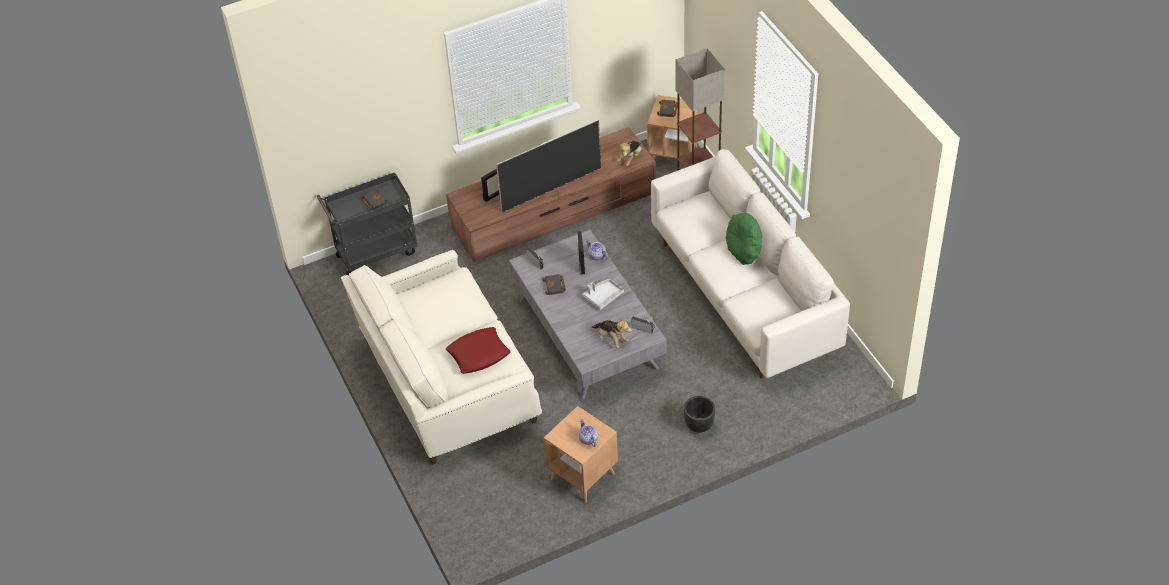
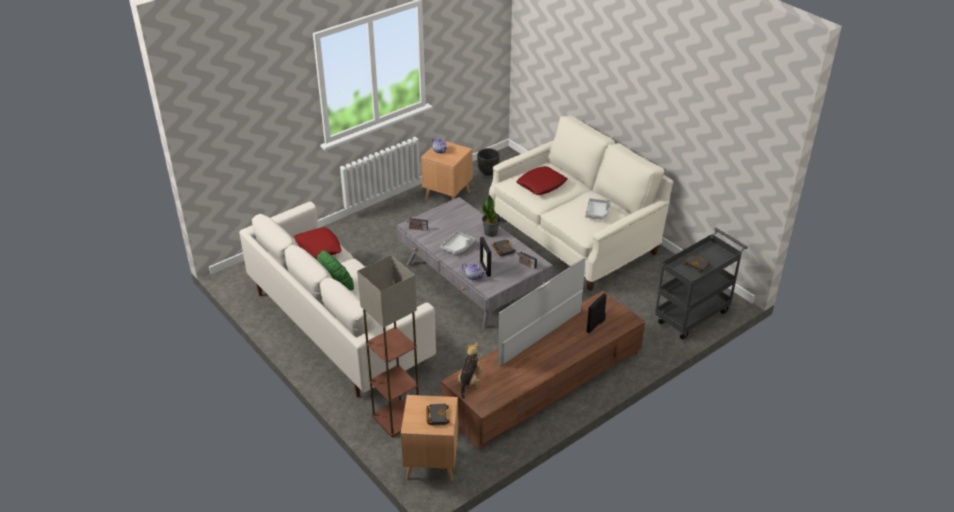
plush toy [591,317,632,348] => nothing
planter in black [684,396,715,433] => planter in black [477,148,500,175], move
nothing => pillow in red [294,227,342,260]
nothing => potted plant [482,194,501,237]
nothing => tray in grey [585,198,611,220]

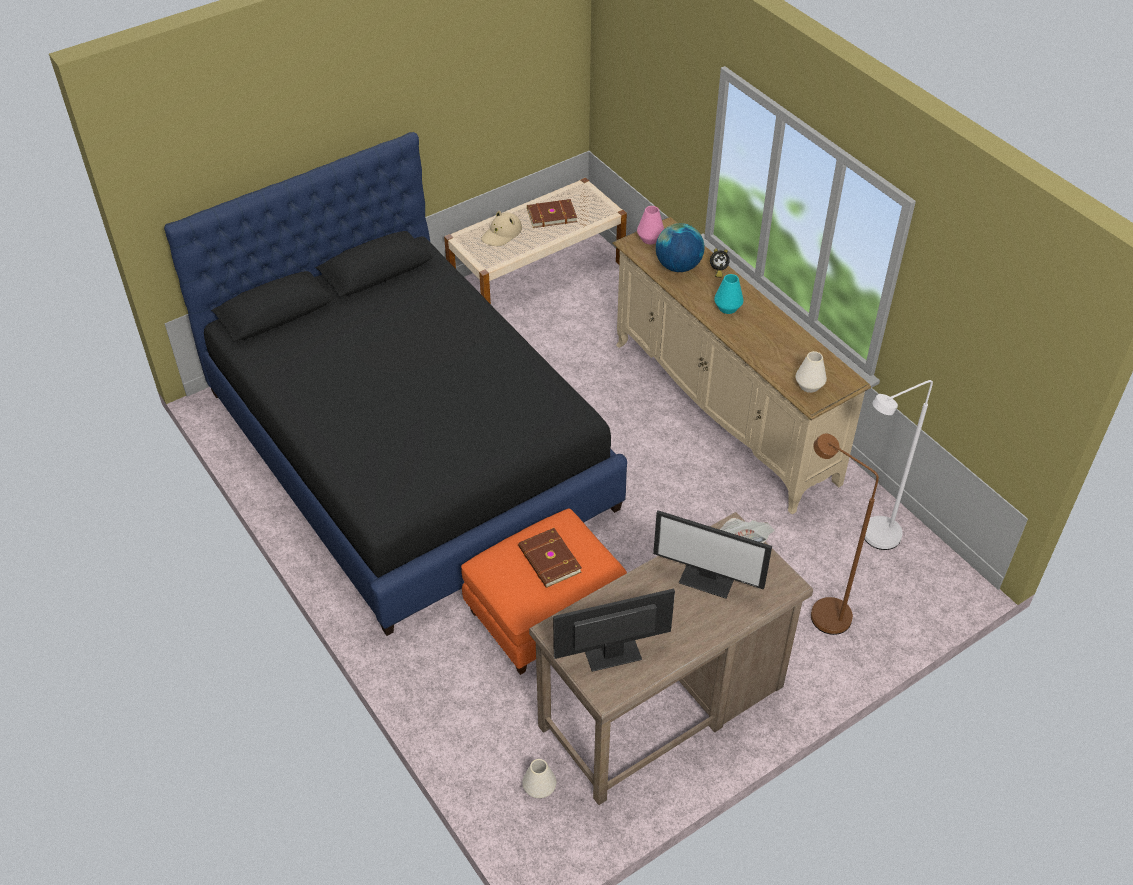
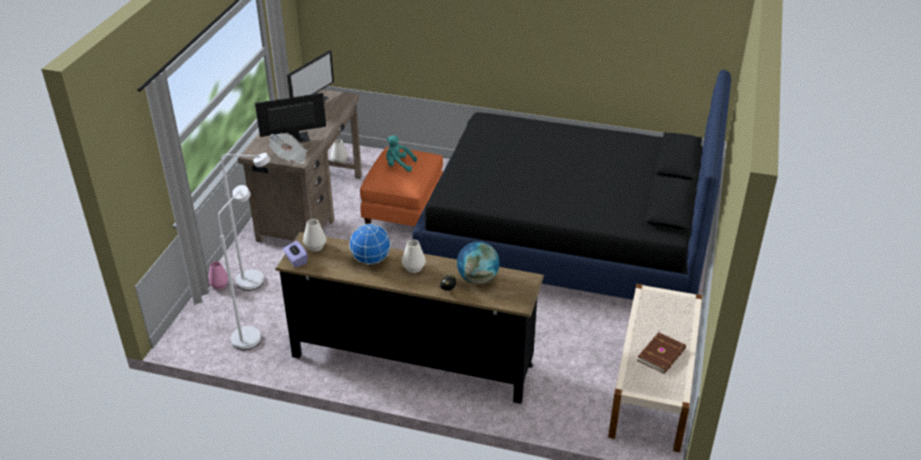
hat in beige [481,211,522,246] => nothing
book in brown [518,528,582,588] => plush toy in turquoise [386,135,417,172]
dresser in beige [612,217,871,514] => dresser in black [275,232,544,404]
vase in pink [637,206,664,244] => vase in pink [208,261,229,290], move
vase in turquoise [714,274,744,314] => vase in white [402,240,426,273]
floor lamp in brown [811,434,879,635] => floor lamp in white [221,153,270,291]
nothing => tissue box in purple [283,241,308,268]
nothing => globe [349,223,391,265]

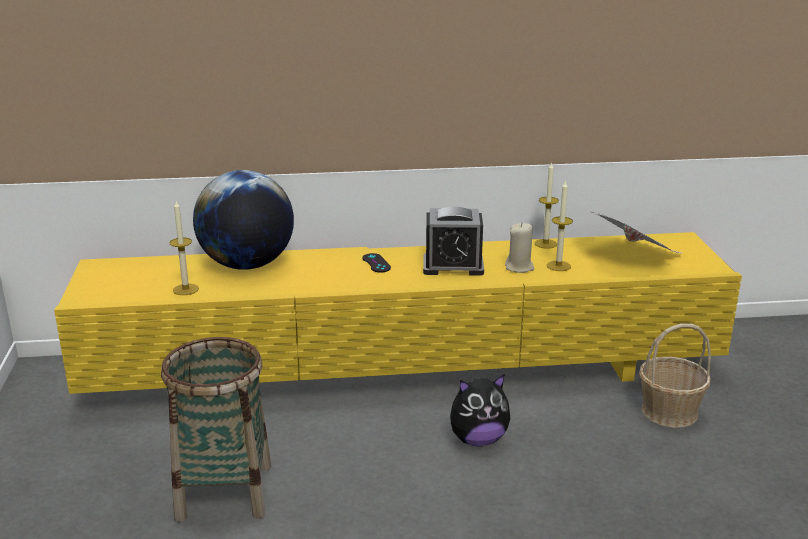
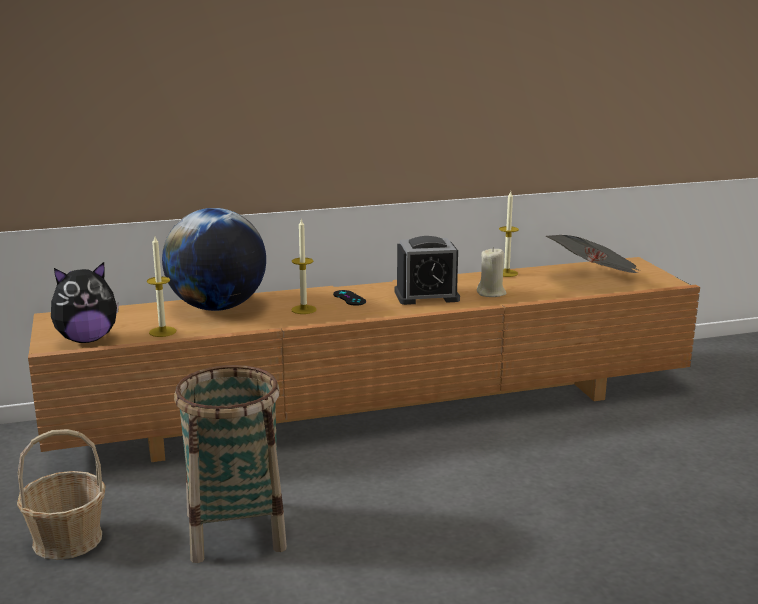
tv stand in yellow [54,232,742,394] => tv stand in brown [28,257,700,462]
plush toy [450,374,511,446] => plush toy [51,262,119,343], move
candle [547,180,573,271] => candle [291,219,317,314], move
basket [639,323,711,428] => basket [17,429,105,560], move

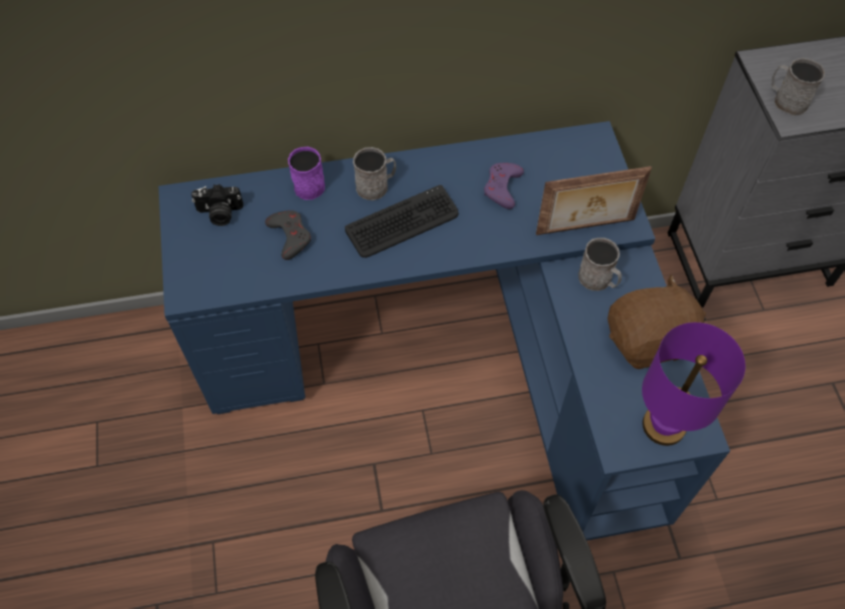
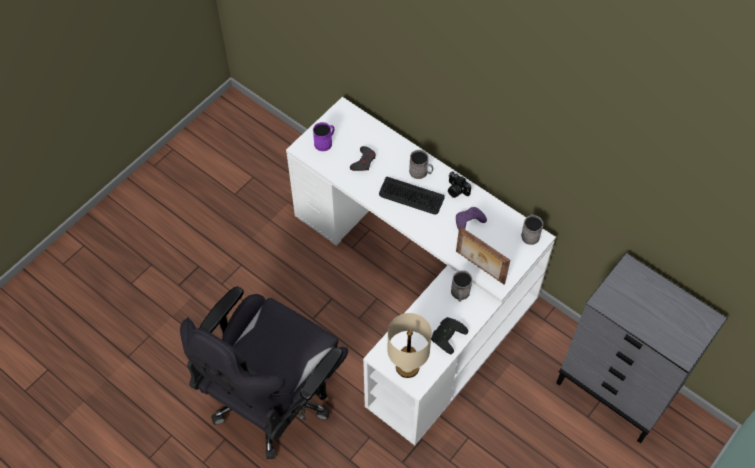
desk in blue [159,121,730,541] => desk in white [286,97,556,445]
photo camera [192,184,243,226] => photo camera [448,171,471,198], move
mug in purple [288,146,325,200] => mug in purple [313,122,334,151], move
plush toy in brown [607,274,706,369] => game controller in black [431,317,468,354]
table lamp in purple [642,322,745,446] => table lamp in beige [387,313,432,378]
mug in grey [771,58,825,116] => mug in grey [521,214,543,245], move

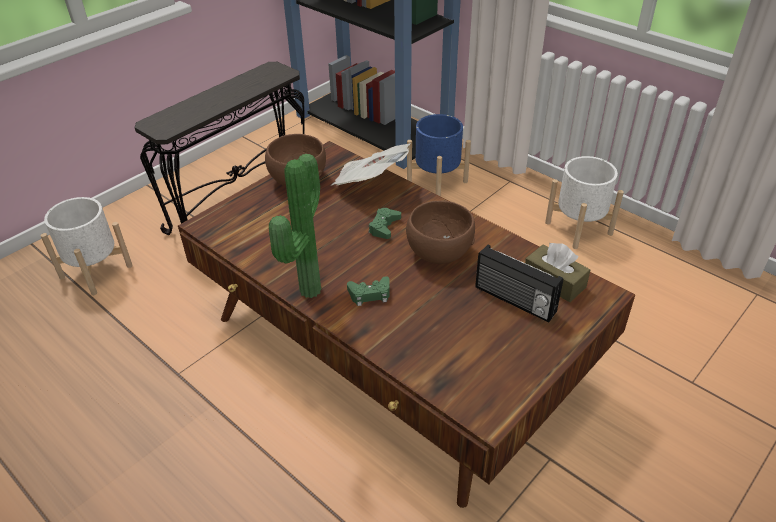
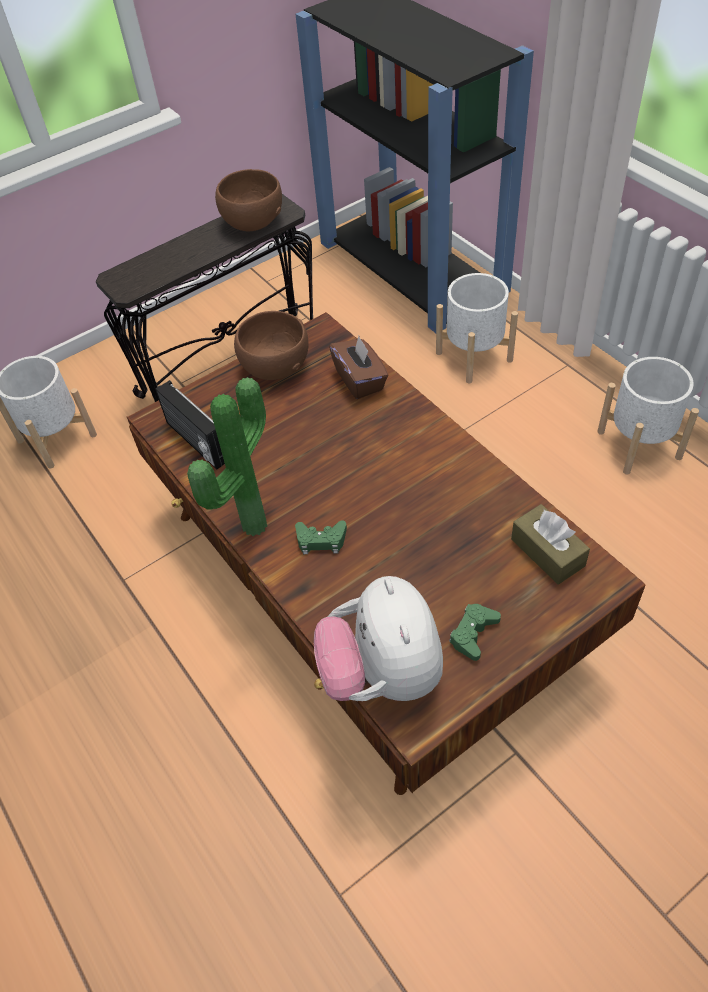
newspaper [330,143,410,186] => tissue box in brown [329,336,388,399]
game controller in green [368,208,401,239] => game controller in green [449,604,501,661], move
bowl in brown [406,201,475,264] => bowl in brown [215,169,282,231], move
planter in blue [407,114,471,197] => planter in white [436,273,518,383]
radio [475,245,563,322] => radio [155,380,225,469], move
nothing => plush toy [314,576,443,701]

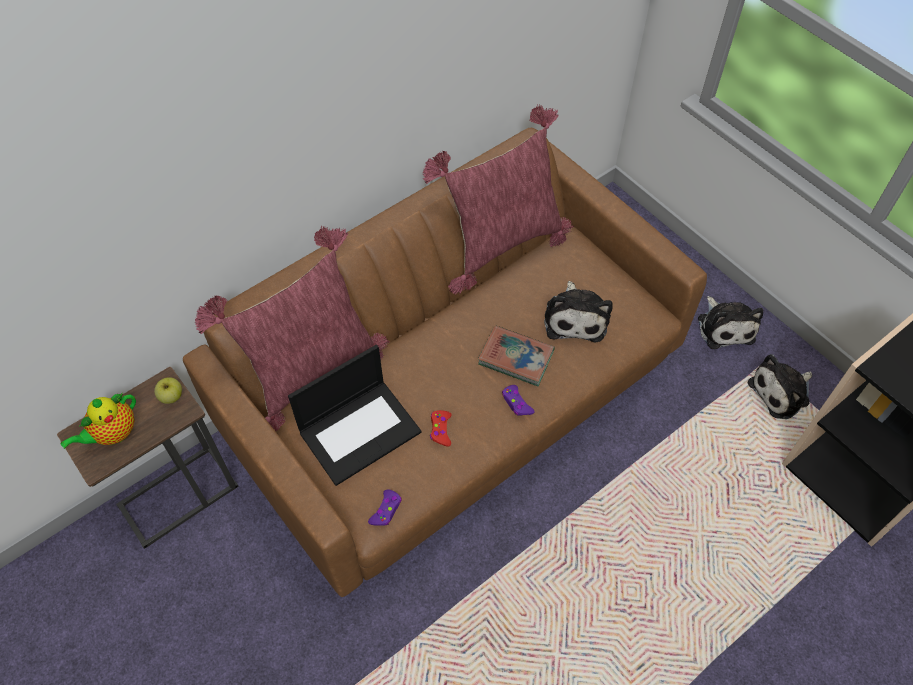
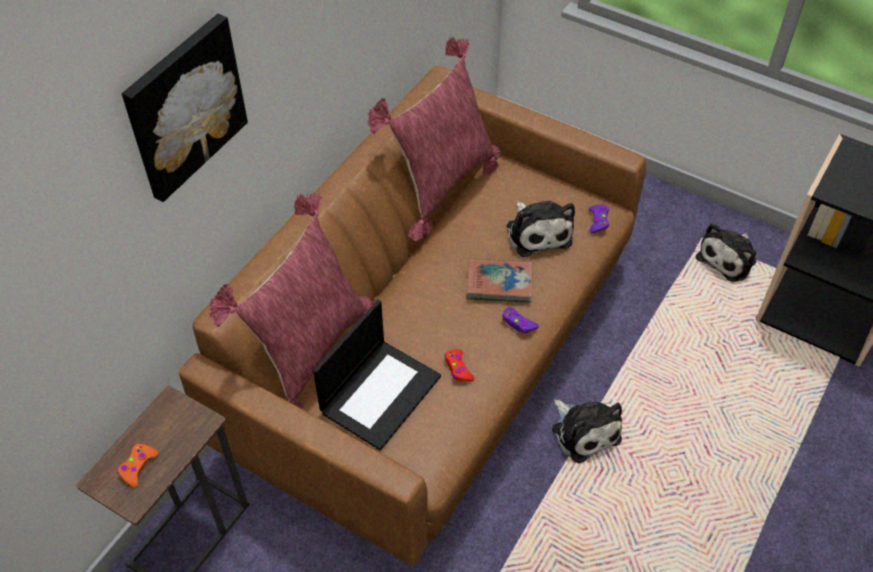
teapot [60,392,136,449] => game controller in orange [117,444,159,487]
apple [154,377,182,404] => nothing
game controller in purple [368,489,402,526] => game controller in purple [589,205,609,233], move
plush toy [698,296,763,349] => plush toy [552,400,622,463], move
nothing => picture [122,14,248,202]

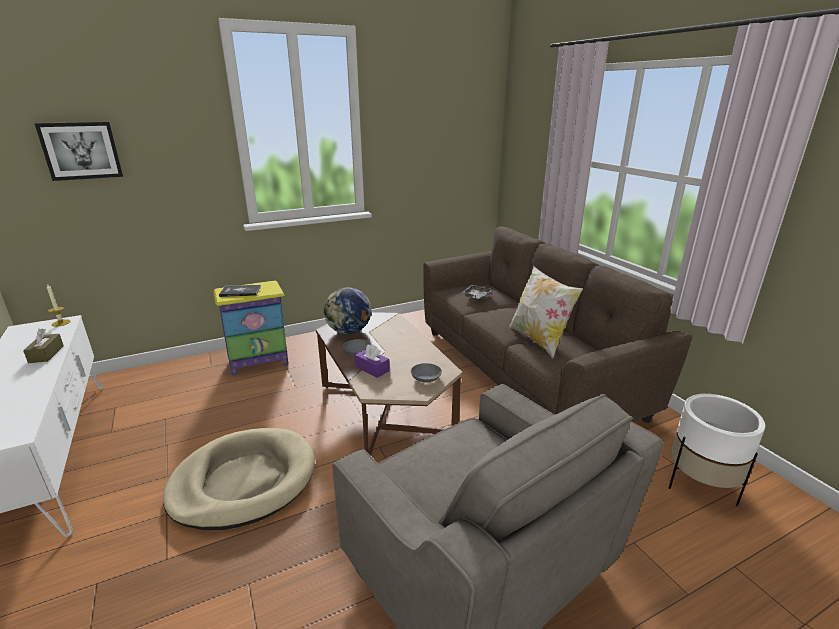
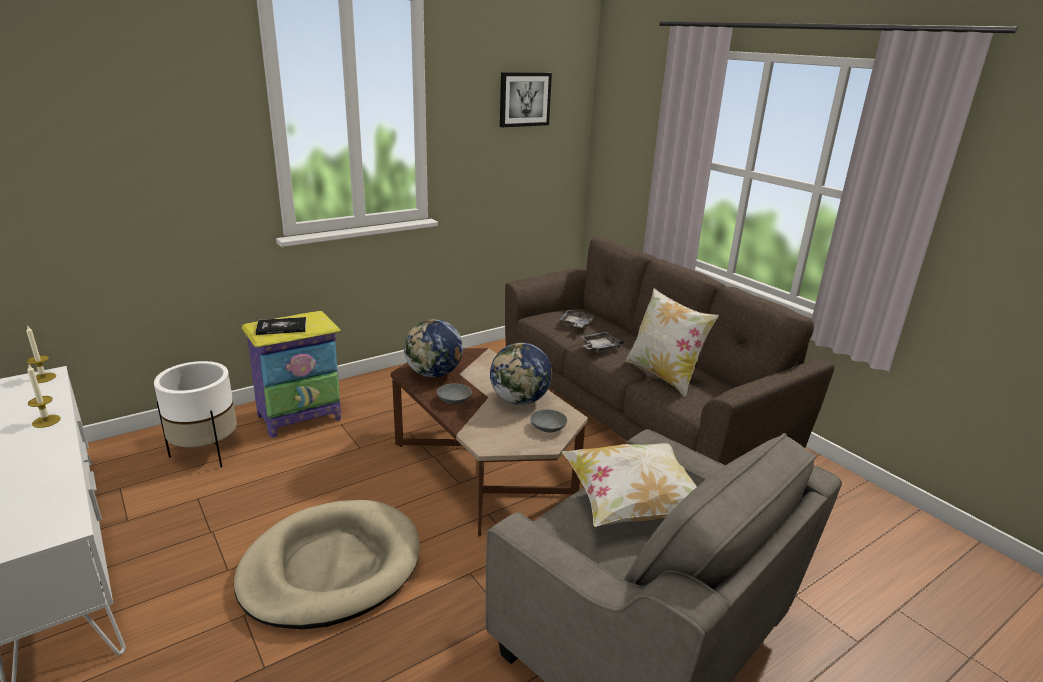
tissue box in brown [23,328,64,363] => candle [27,365,61,428]
picture [35,122,123,181] => picture [500,72,552,127], move
tissue box in purple [355,344,390,378] => nothing
planter in white [669,394,765,507] => planter in white [154,361,237,467], move
nothing => globe [490,343,552,405]
nothing => pillow [562,443,697,527]
nothing => tray in grey [580,332,624,352]

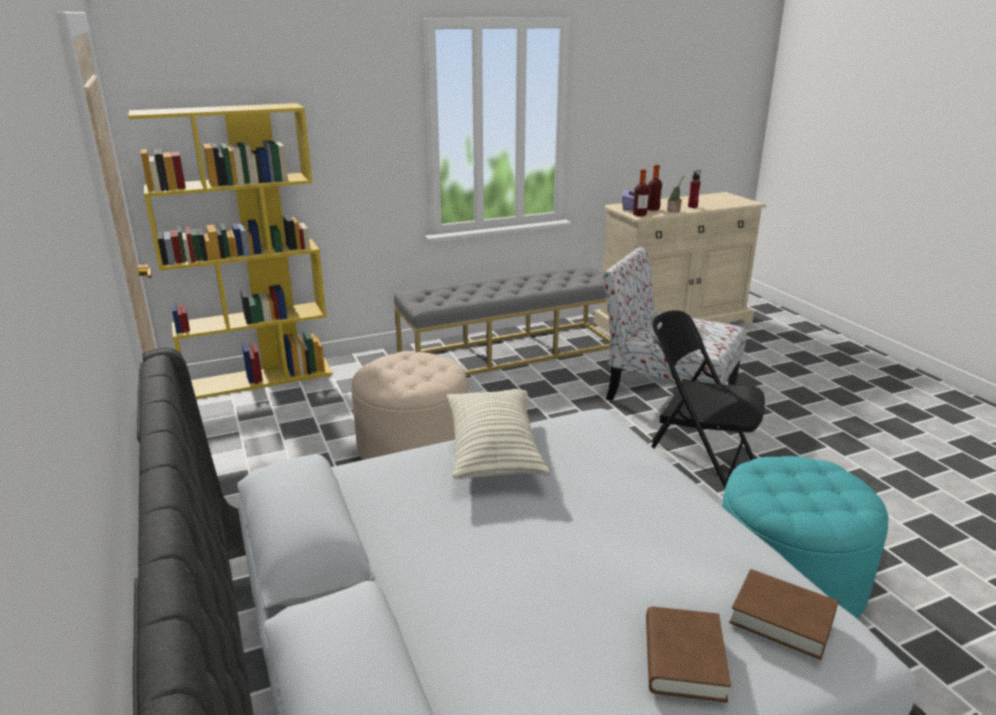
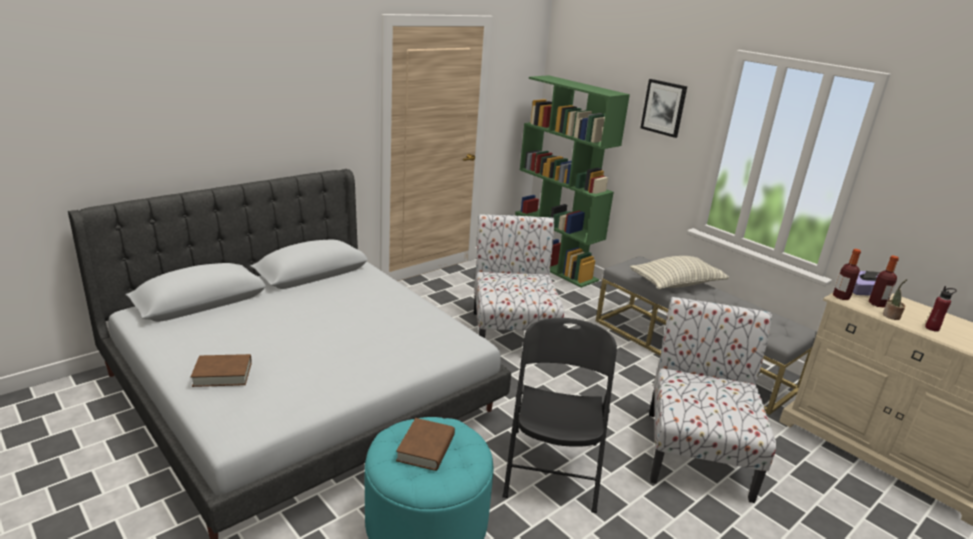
bookcase in yellow [128,103,333,399] => bookcase in green [515,75,630,288]
ottoman in beige [352,351,468,460] => chair [474,214,564,338]
pillow [447,389,550,479] => pillow [630,256,729,289], move
book in brown [729,569,838,660] => book in brown [396,418,455,471], move
nothing => picture [641,79,687,138]

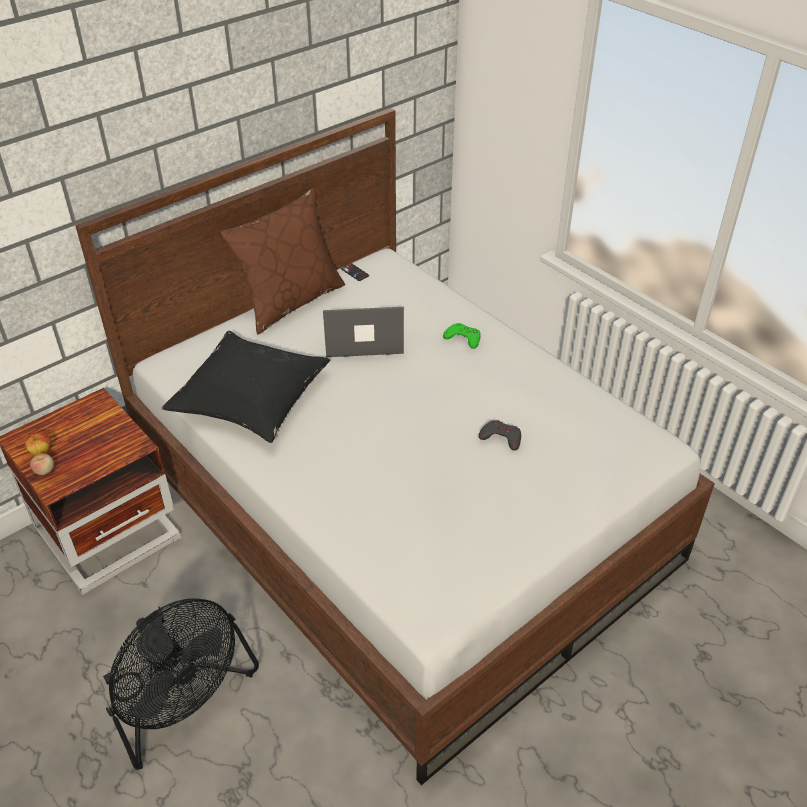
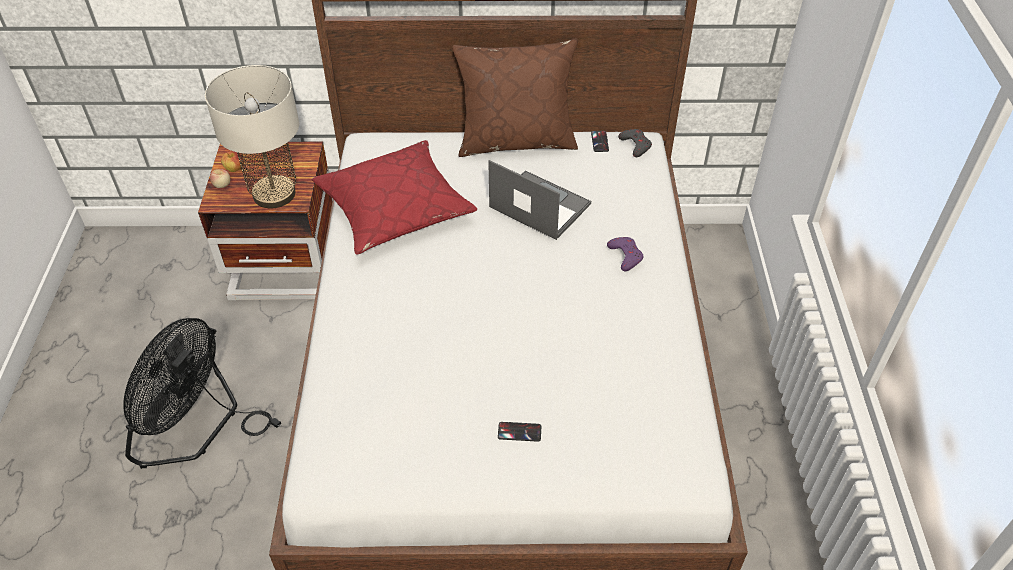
fan in black [103,599,259,770] => fan in black [123,318,281,469], 120 degrees clockwise
pillow in black [162,331,330,443] => pillow in red [312,140,477,255]
game controller in green [443,323,481,349] => game controller in purple [607,237,643,271]
game controller in grey [479,420,521,451] => game controller in grey [618,129,652,157], move
nothing => table lamp [205,65,299,208]
nothing => phone [498,422,541,442]

